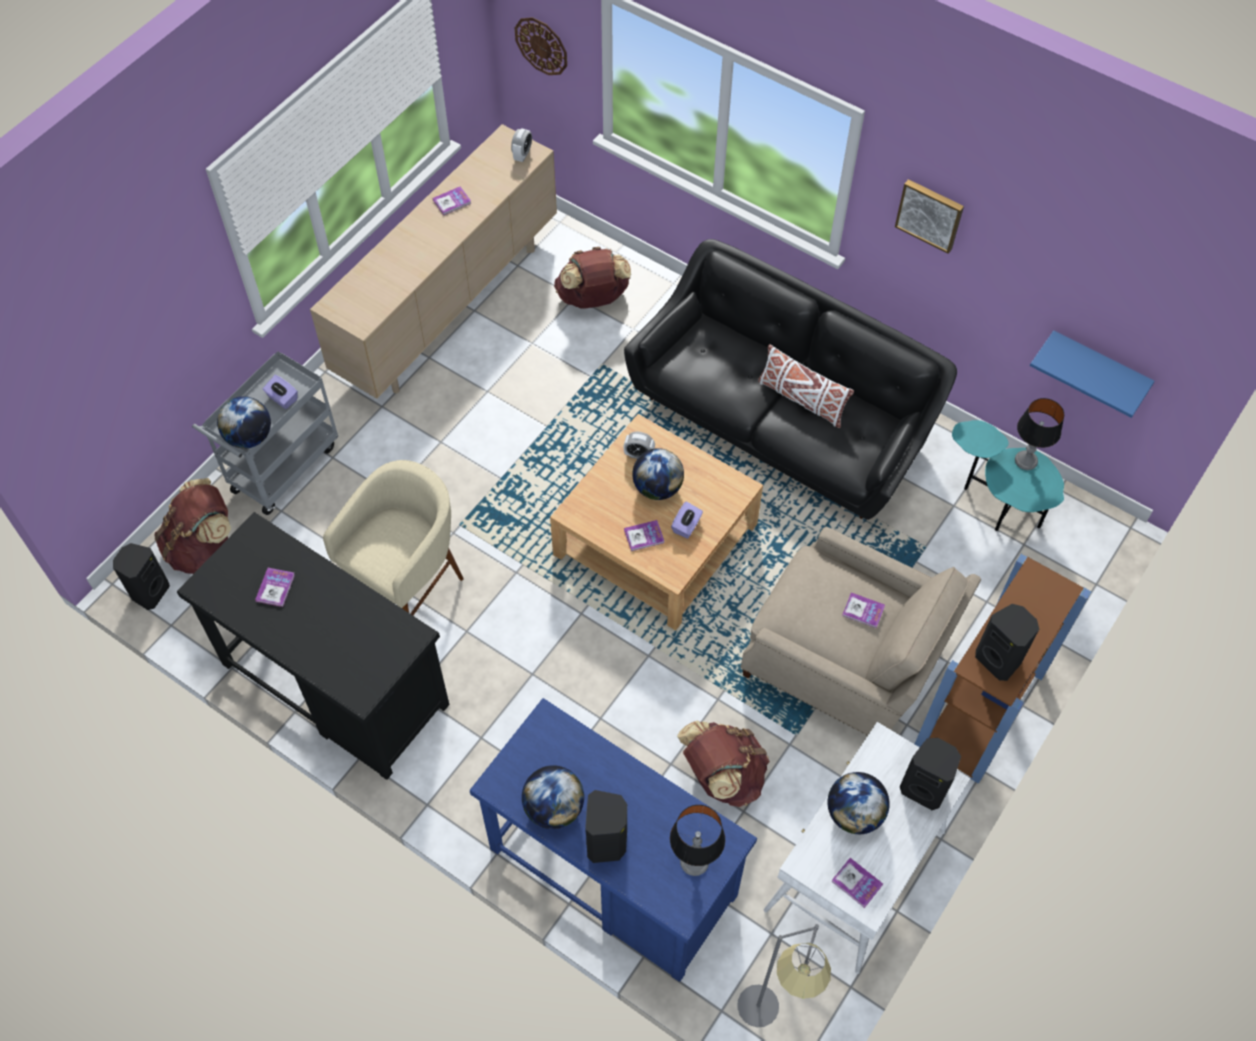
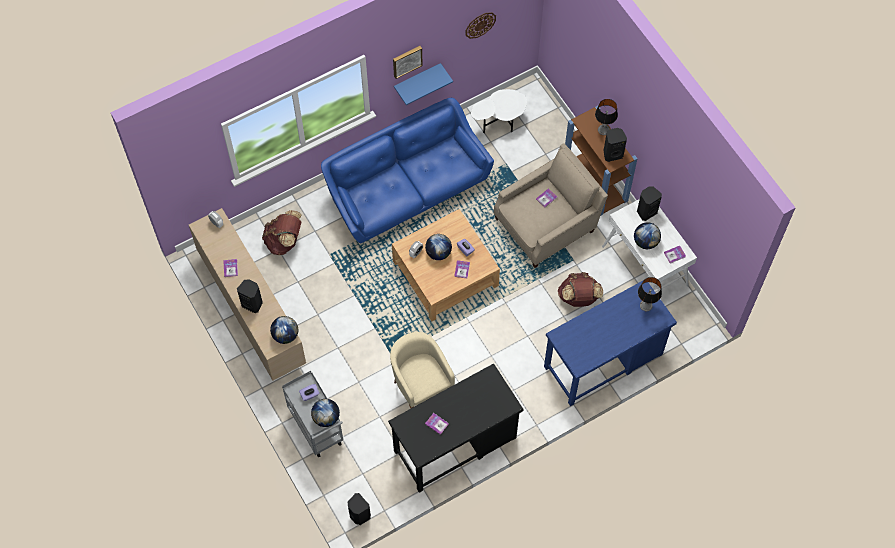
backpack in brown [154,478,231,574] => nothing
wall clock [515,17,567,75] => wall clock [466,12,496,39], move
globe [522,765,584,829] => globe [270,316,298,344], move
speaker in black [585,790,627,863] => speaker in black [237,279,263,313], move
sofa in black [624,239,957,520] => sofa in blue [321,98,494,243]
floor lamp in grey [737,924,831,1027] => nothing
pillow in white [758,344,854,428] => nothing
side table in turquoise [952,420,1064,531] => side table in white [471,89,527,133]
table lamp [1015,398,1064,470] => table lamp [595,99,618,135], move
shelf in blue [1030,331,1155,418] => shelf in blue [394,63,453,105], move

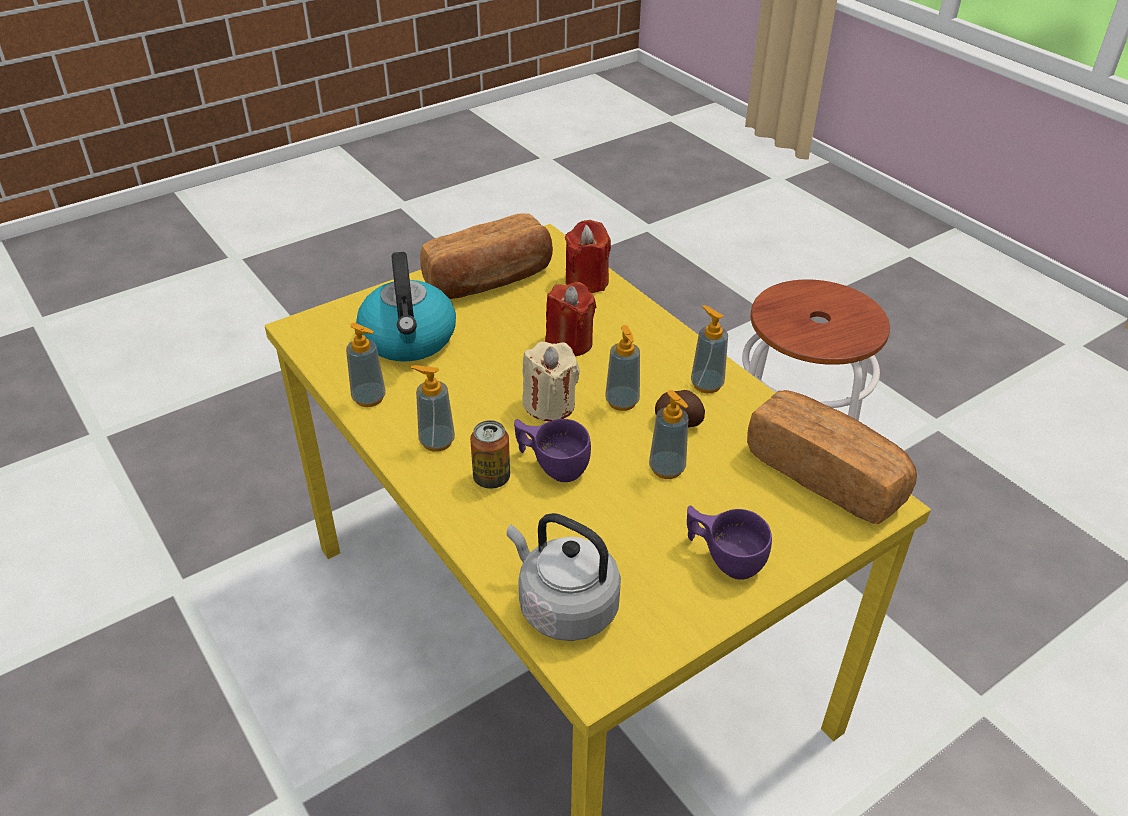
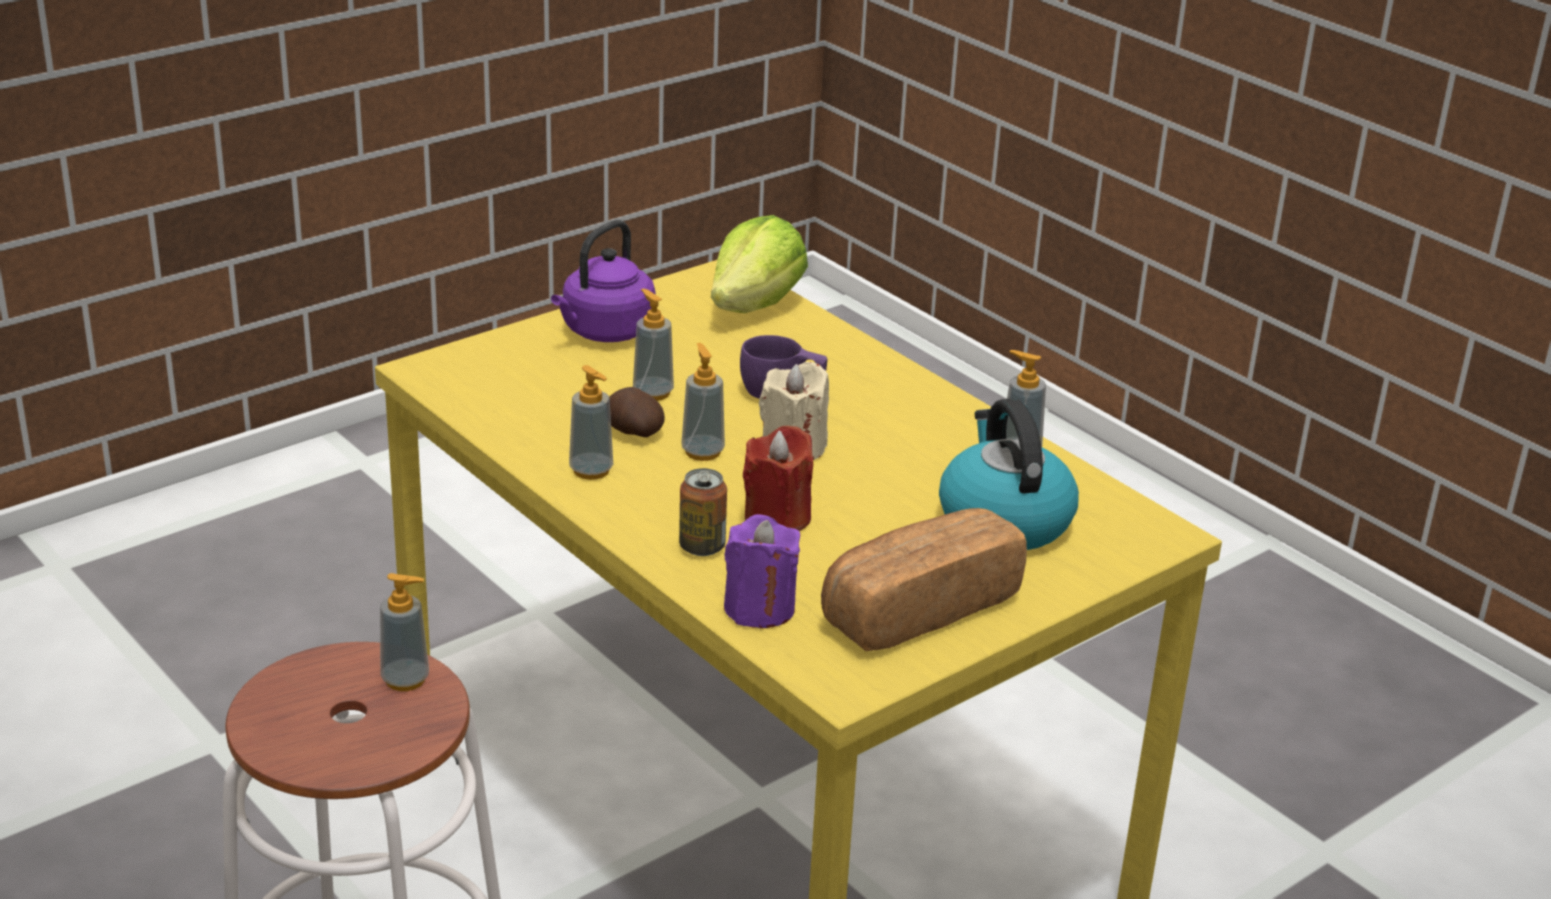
soap dispenser [411,365,455,452] => soap dispenser [380,573,429,691], move
can [470,420,510,489] => can [679,468,727,556], move
kettle in grey [507,513,621,641] => lettuce [711,215,808,313]
candle in red [565,220,611,293] => candle in purple [724,514,800,628]
cup in purple [687,505,772,580] => kettle in purple [551,220,656,342]
bread [747,390,917,524] => nothing

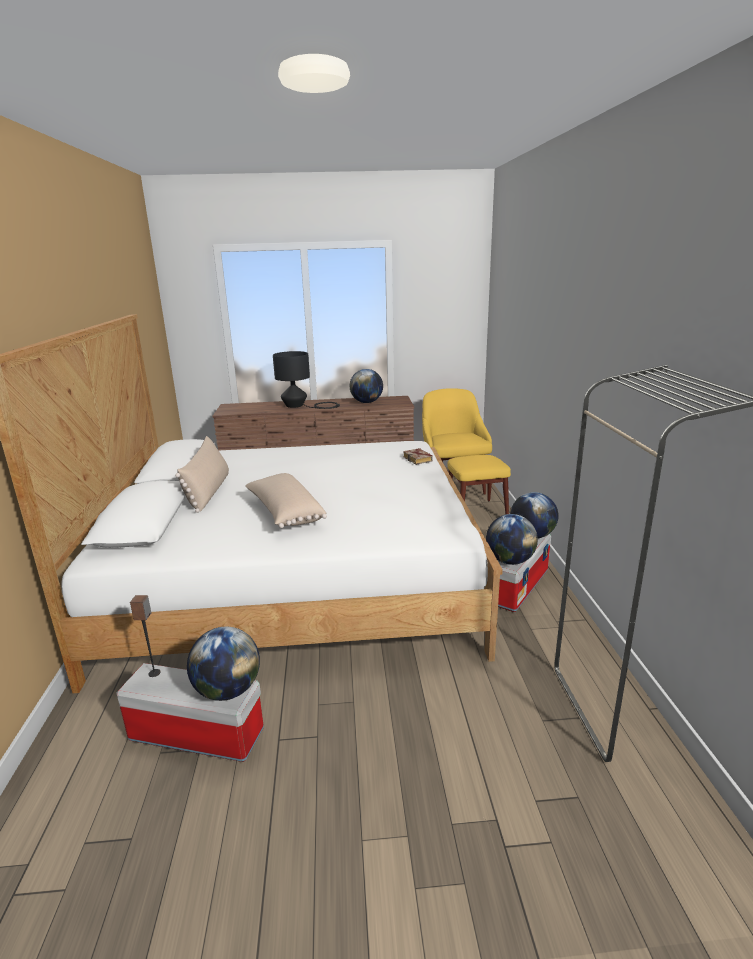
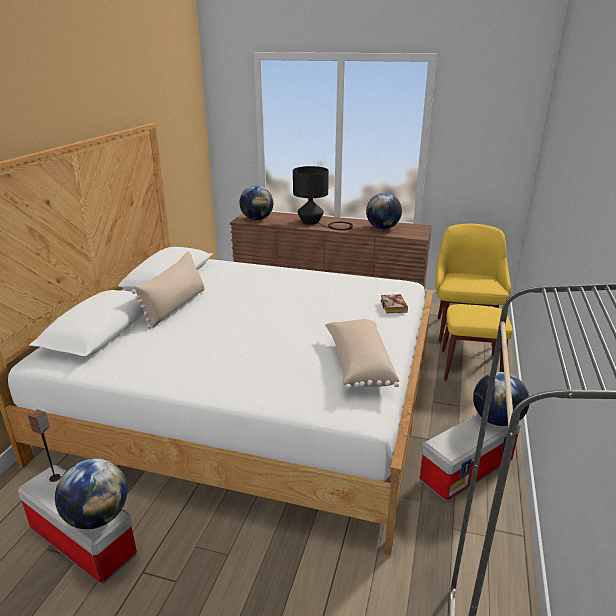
pillow in beige [245,473,327,528] => pillow in beige [325,319,399,389], move
globe [486,514,538,565] => globe [240,186,273,220], move

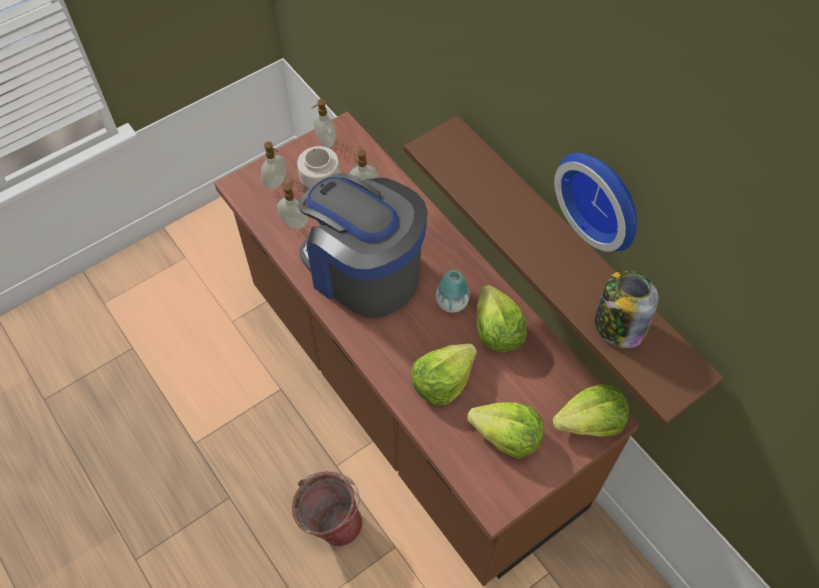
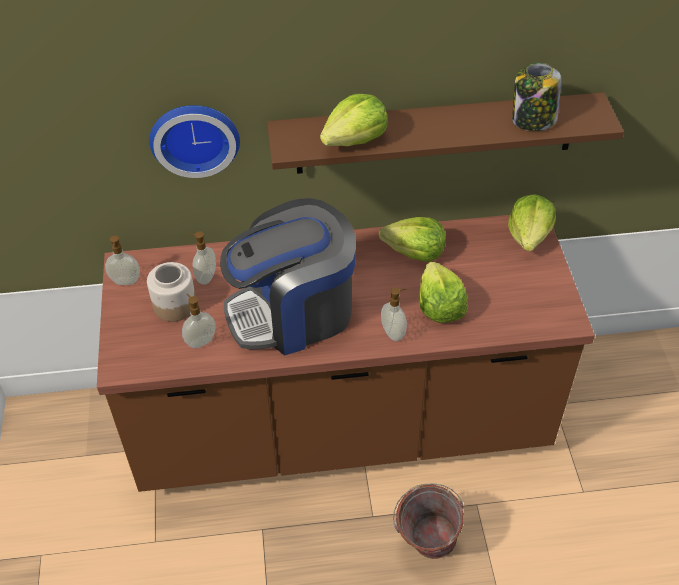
soap dispenser [261,142,286,190] => soap dispenser [381,288,407,341], move
vase [436,270,470,313] => nothing
lettuce [467,402,544,458] => lettuce [320,94,388,146], move
wall clock [554,153,637,252] => wall clock [149,105,240,178], move

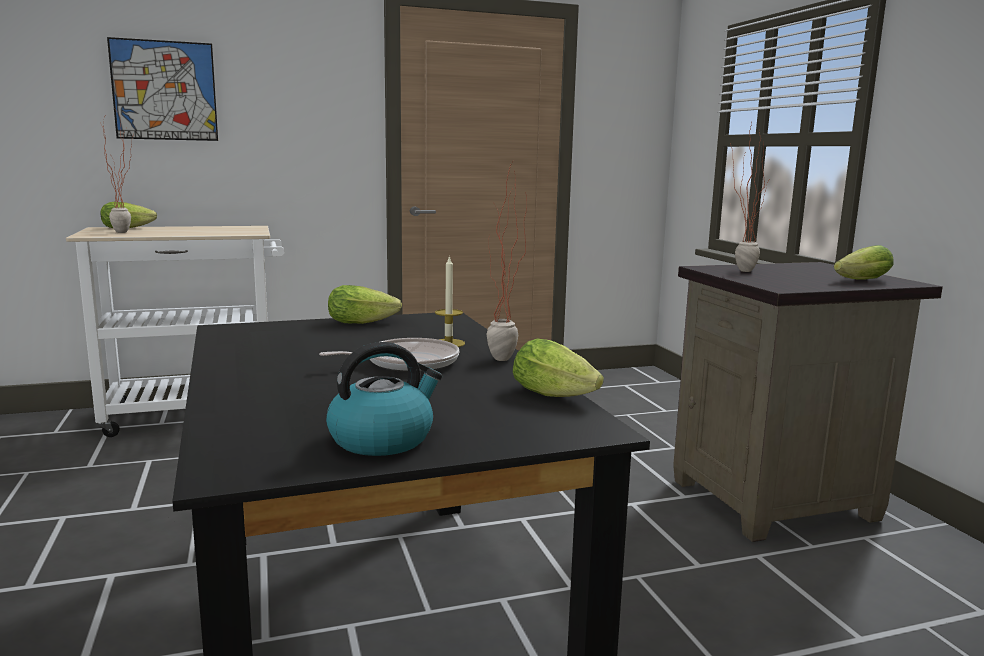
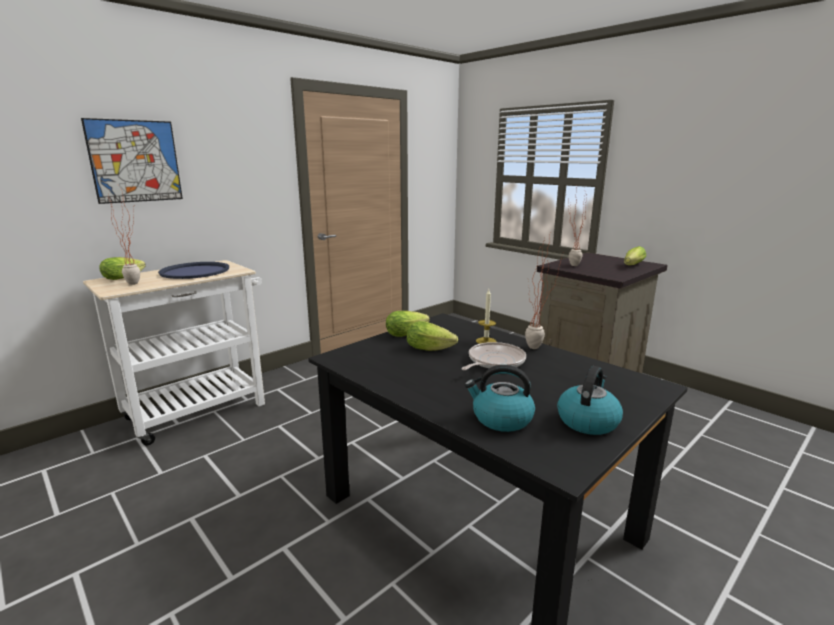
lettuce [513,339,604,397] => lettuce [407,321,458,351], move
nothing => tray in blue [158,262,229,279]
nothing => kettle [465,365,535,432]

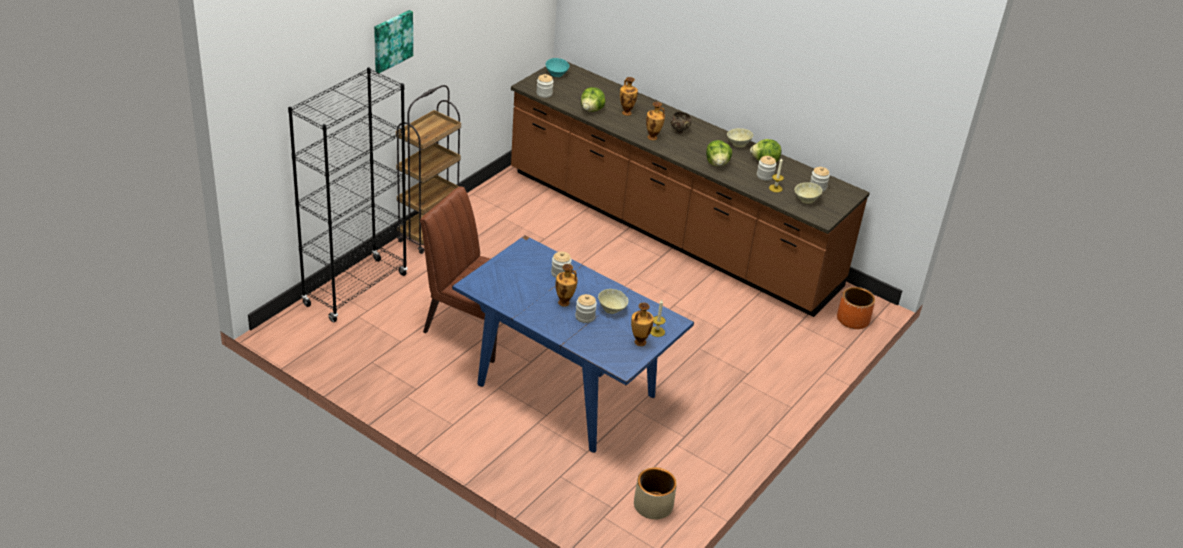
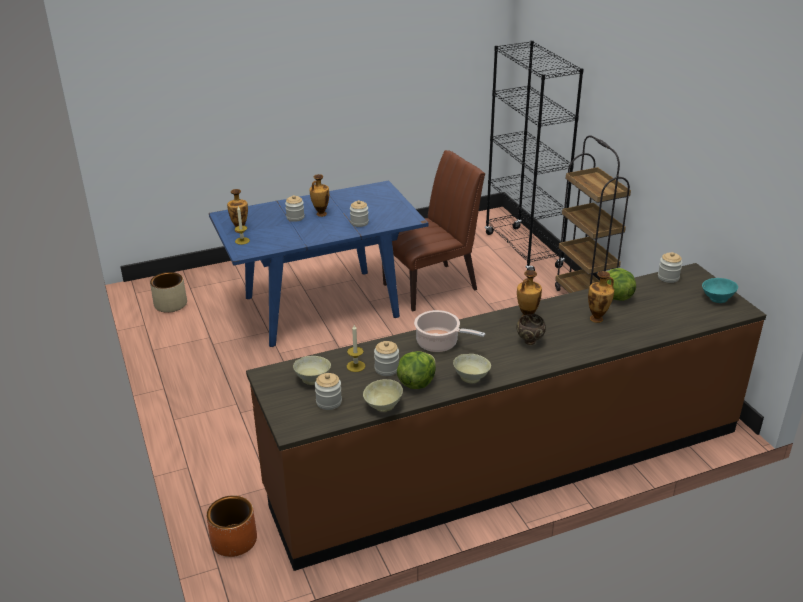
picture [374,10,413,73] => nothing
bowl in beige [598,289,628,314] => bowl in beige [363,379,403,412], move
lettuce [706,140,732,166] => cooking pot [414,310,485,352]

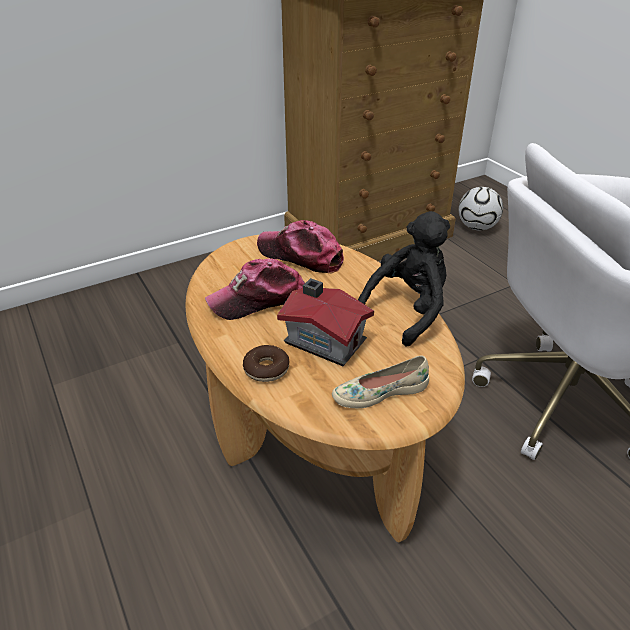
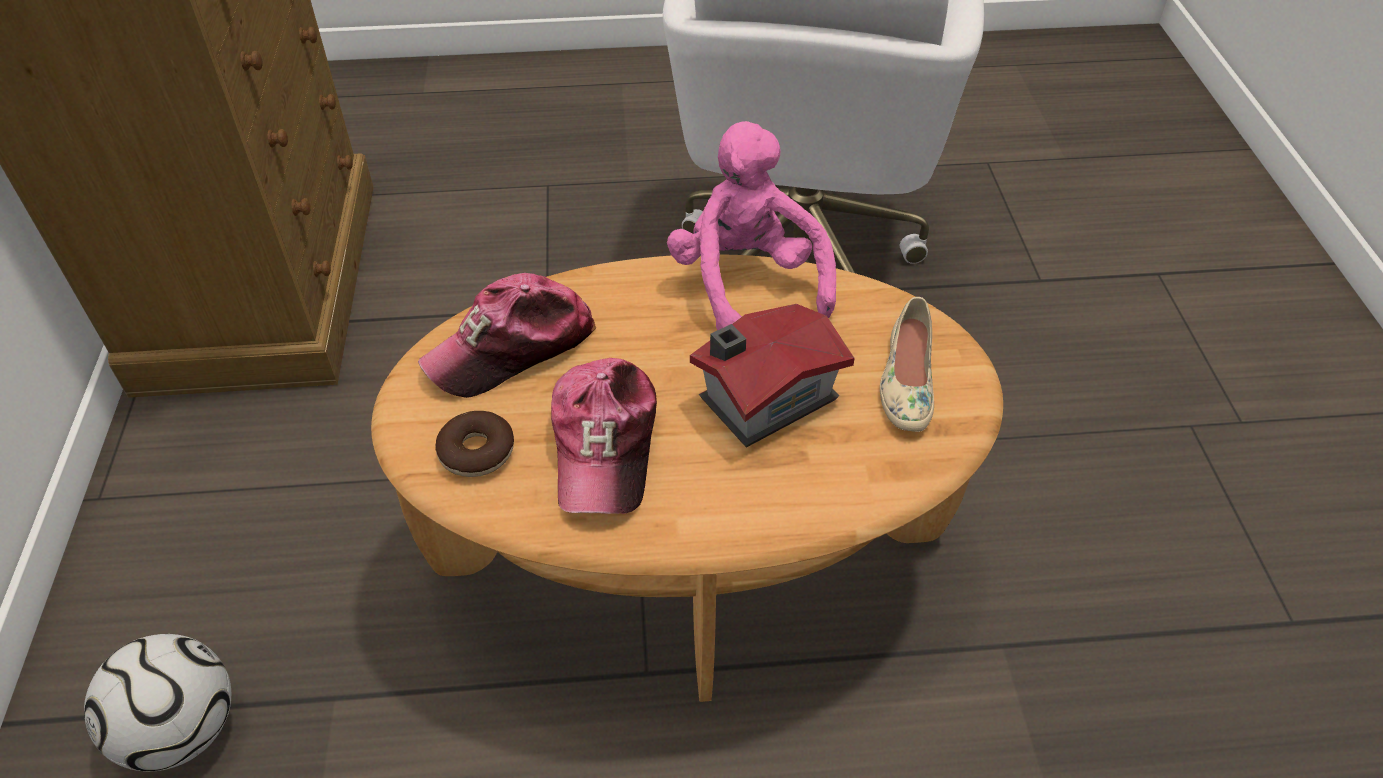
donut [243,345,289,382] => donut [435,411,514,477], move
plush toy in black [358,211,450,347] => plush toy in pink [667,121,836,330]
football [459,187,503,231] => football [84,634,231,772], move

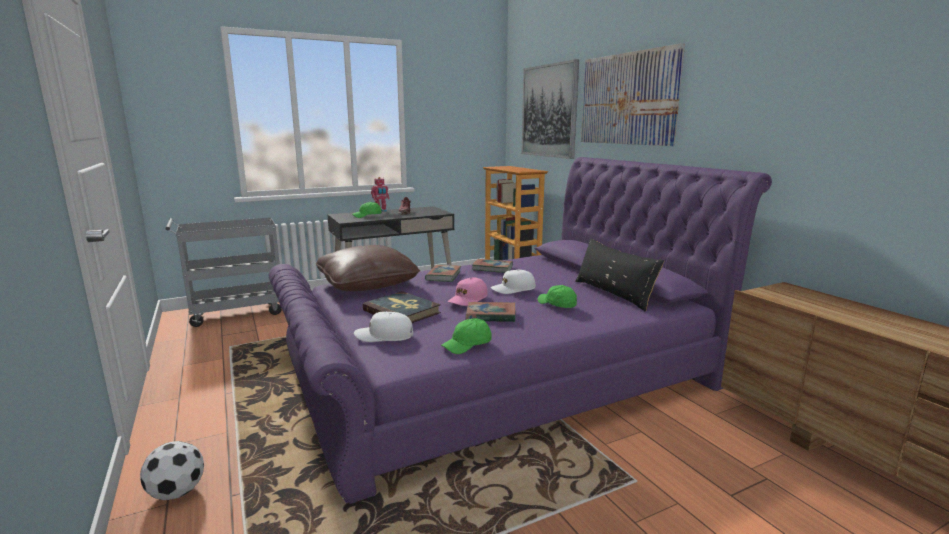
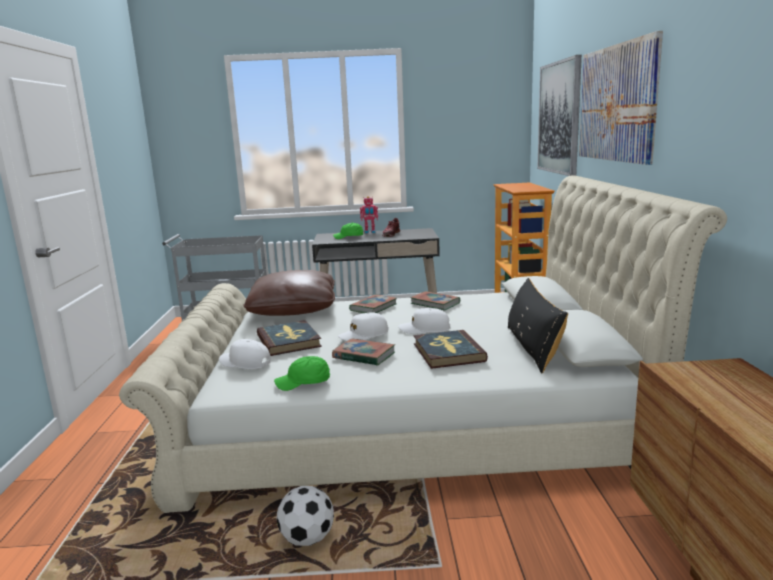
football [140,441,204,500] => football [277,486,334,546], move
bed in purple [269,157,772,504] => bed in beige [119,175,727,514]
cap in pink [448,277,488,306] => cap in white [338,312,389,341]
cap in green [538,285,577,308] => book [414,330,488,369]

